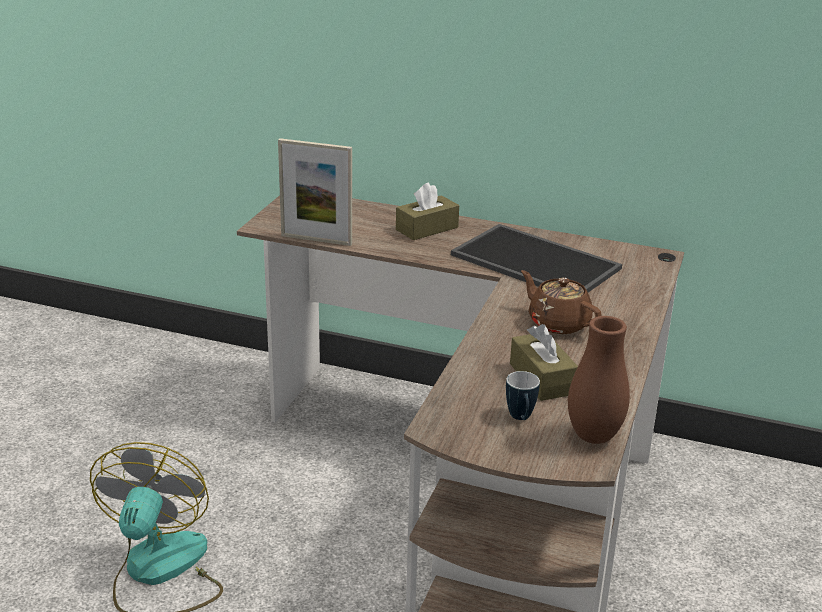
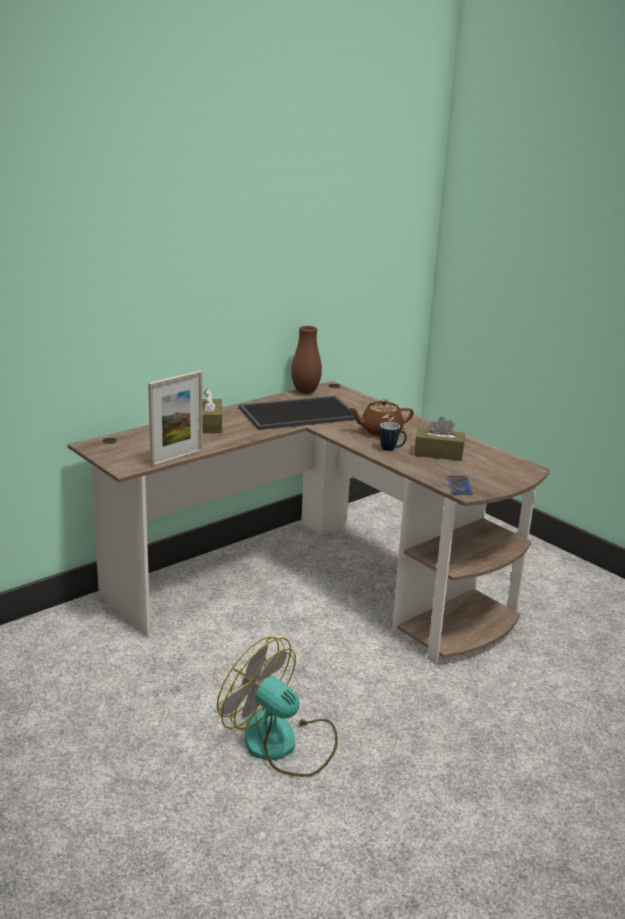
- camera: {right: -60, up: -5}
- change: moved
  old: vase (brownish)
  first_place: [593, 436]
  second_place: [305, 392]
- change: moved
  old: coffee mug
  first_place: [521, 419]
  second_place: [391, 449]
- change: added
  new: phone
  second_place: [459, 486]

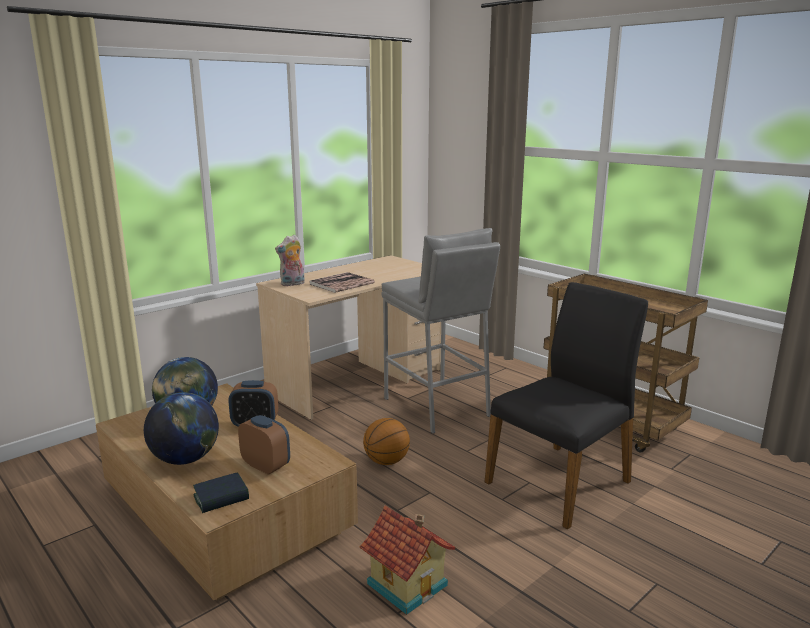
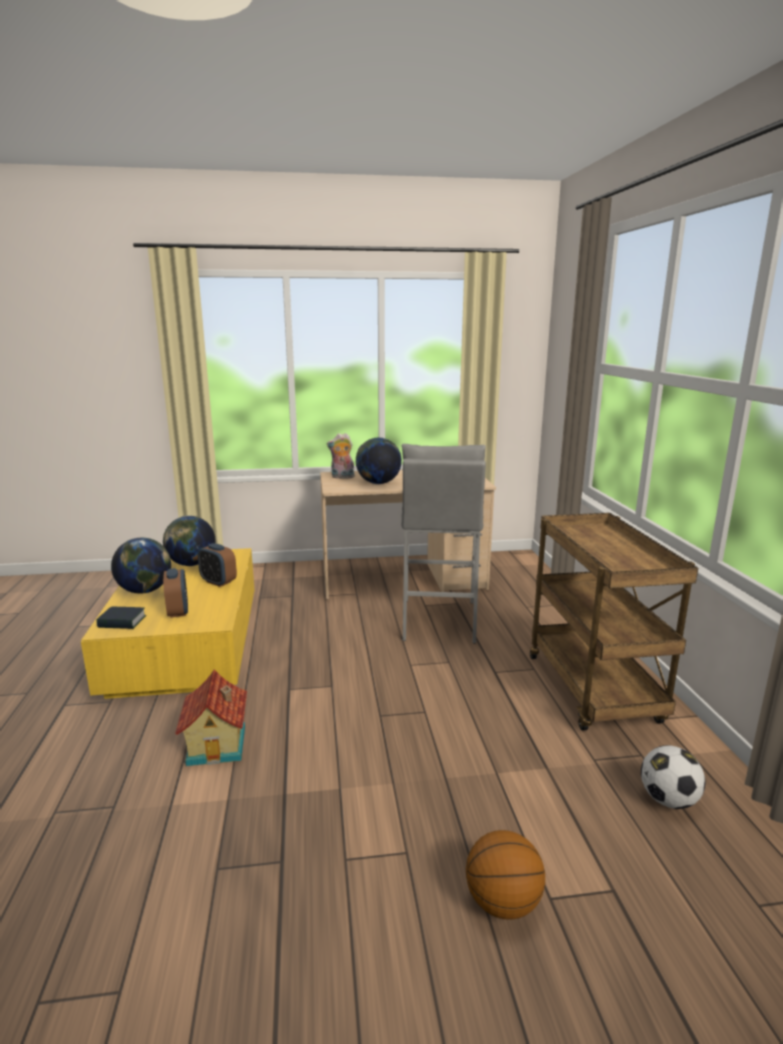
- camera: {right: 35, up: 0}
- change: recoloured
  old: low table (brownish)
  new: low table (yellow-coloured)
  first_place: [224, 510]
  second_place: [187, 643]
- change: replaced
  old: book
  new: globe
  first_place: [341, 283]
  second_place: [378, 483]
- change: moved
  old: basketball ball
  first_place: [386, 461]
  second_place: [502, 902]
- change: added
  new: football ball
  second_place: [668, 800]
- change: removed
  old: upright chair (blackish)
  first_place: [560, 482]

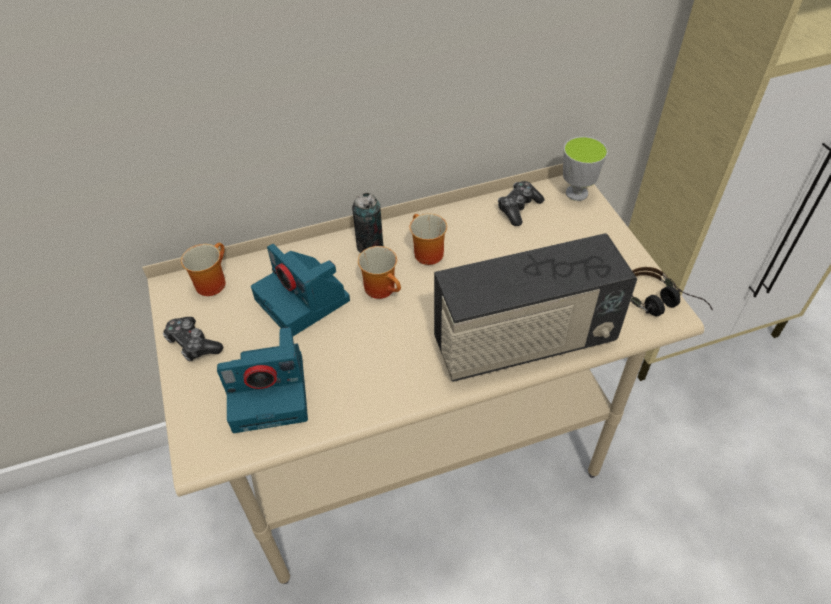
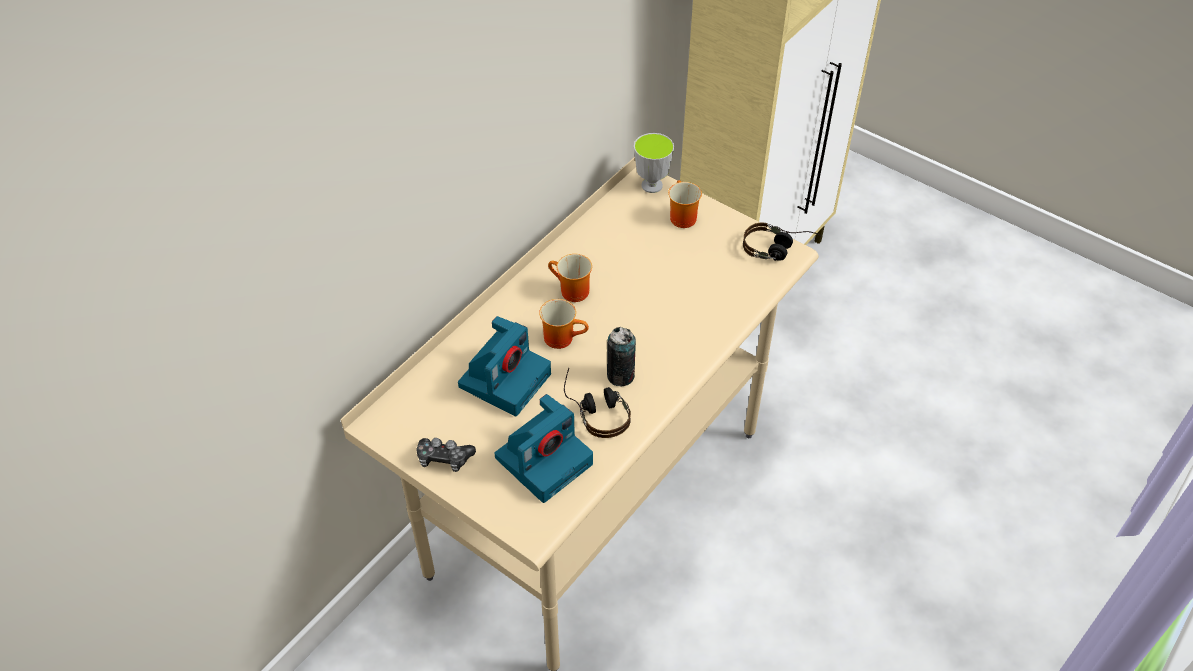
- camera: {right: -35, up: 0}
- change: turned
  old: photo camera
  first_place: [304, 300]
  second_place: [505, 378]
  degrees: -75
- change: added
  new: headset
  second_place: [596, 409]
- change: moved
  old: sealed can
  first_place: [370, 246]
  second_place: [620, 376]
- change: moved
  old: coffee mug
  first_place: [211, 281]
  second_place: [680, 217]
- change: removed
  old: radio
  first_place: [524, 343]
- change: removed
  old: gamepad
  first_place: [518, 208]

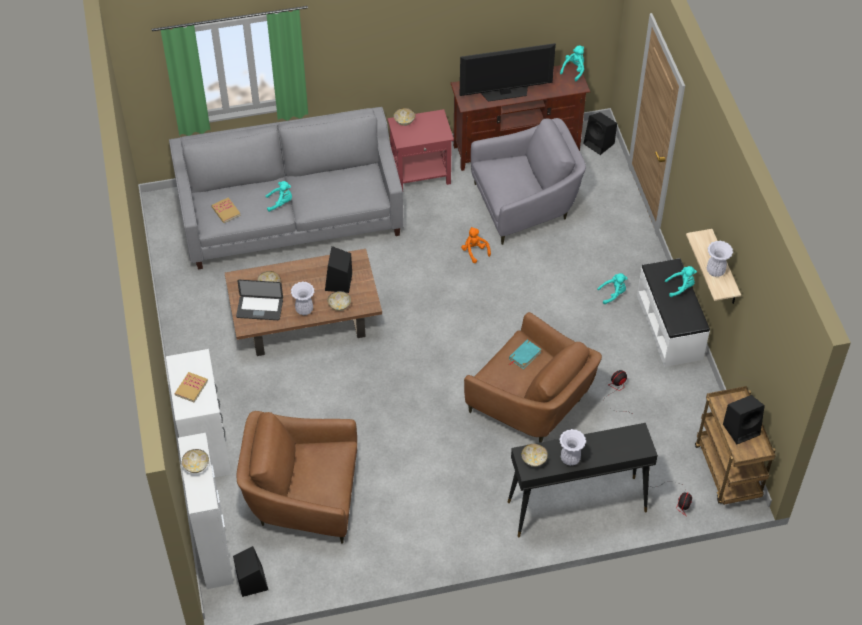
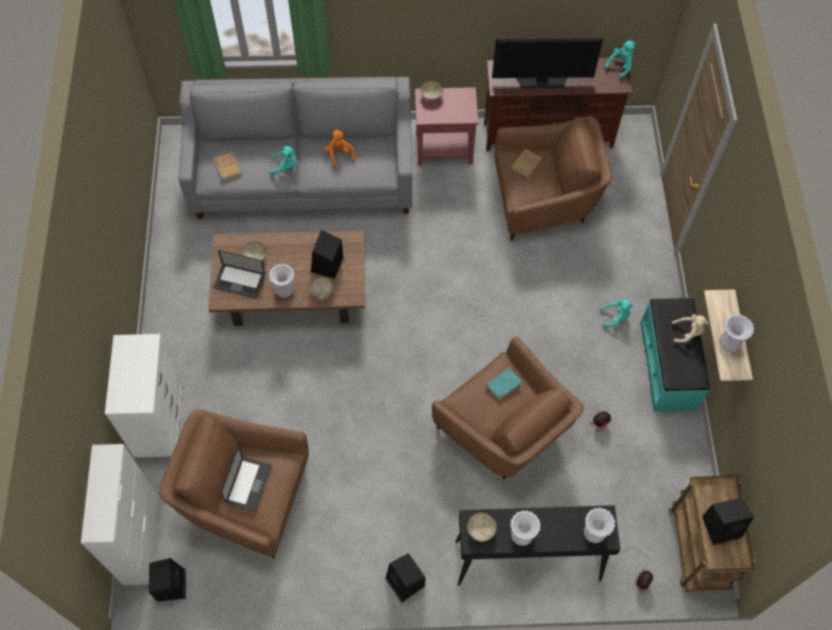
- camera: {right: 10, up: 10}
- change: added
  new: notebook computer
  second_place: [249, 484]
- change: moved
  old: plush toy (orange)
  first_place: [474, 251]
  second_place: [339, 155]
- change: moved
  old: loudspeaker (blackish)
  first_place: [599, 144]
  second_place: [406, 583]
- change: recoloured
  old: lounge chair (gray)
  new: lounge chair (brownish)
  first_place: [525, 204]
  second_place: [544, 199]
- change: moved
  old: book
  first_place: [191, 388]
  second_place: [526, 164]
- change: added
  new: vase (white-coloured)
  second_place: [593, 533]
- change: recoloured
  old: long seat (white-coloured)
  new: long seat (turquoise-coloured)
  first_place: [670, 327]
  second_place: [668, 365]
- change: recoloured
  old: plush toy (turquoise-coloured)
  new: plush toy (beige-coloured)
  first_place: [681, 287]
  second_place: [688, 332]
- change: removed
  old: serving bowl
  first_place: [196, 466]

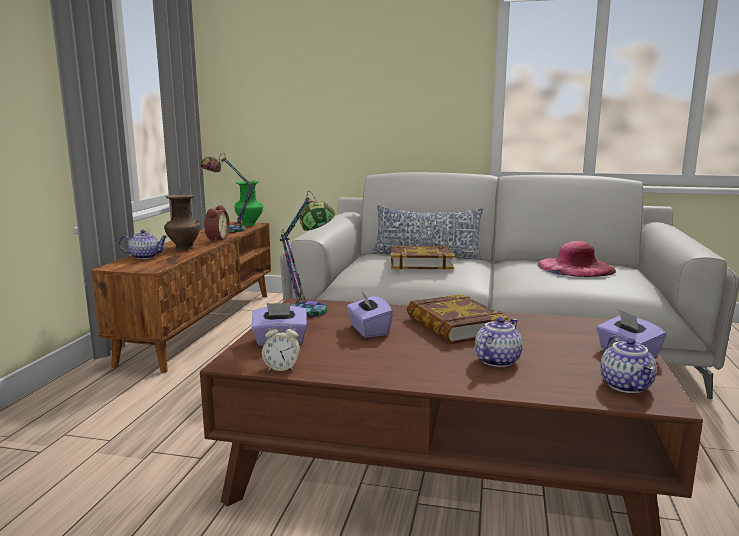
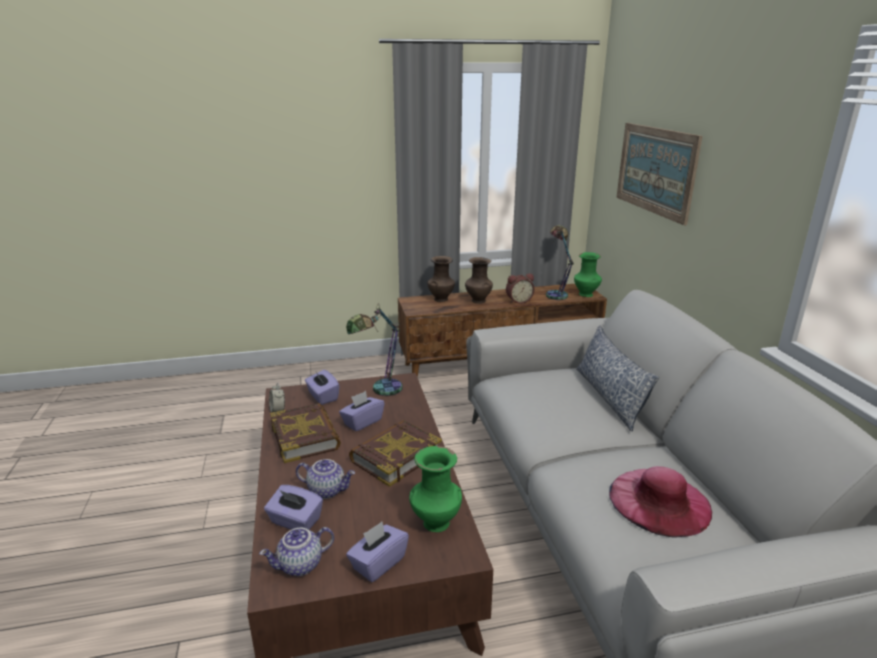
- camera: {right: 65, up: 10}
- change: added
  new: tissue holder (purplish)
  second_place: [295, 521]
- change: moved
  old: book
  first_place: [421, 263]
  second_place: [305, 437]
- change: added
  new: vase (green)
  second_place: [435, 523]
- change: replaced
  old: pot for tea
  new: vase (brownish)
  first_place: [145, 257]
  second_place: [441, 299]
- change: added
  new: picture
  second_place: [655, 170]

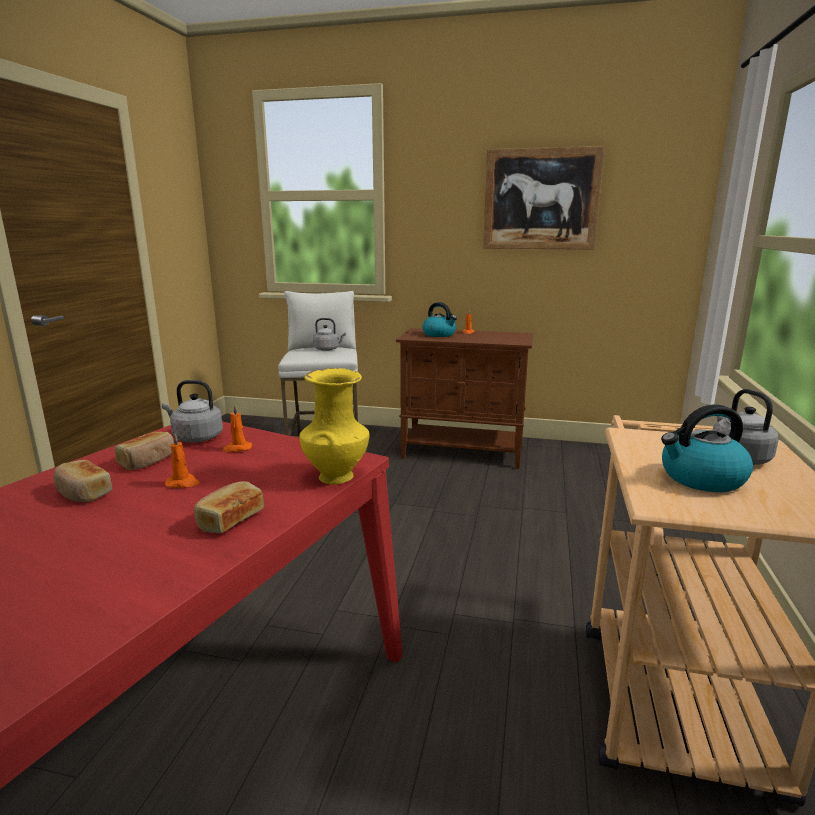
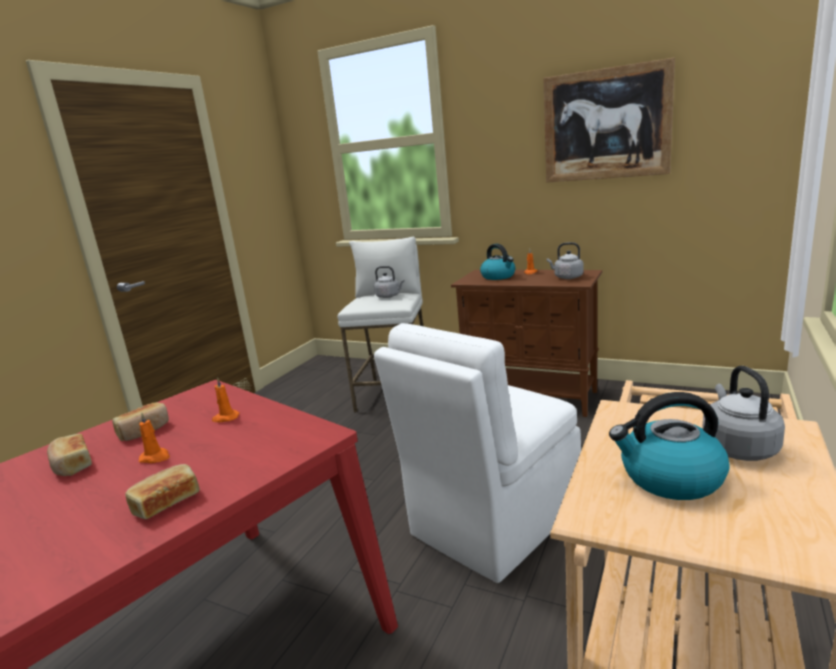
- camera: {right: 15, up: 0}
- change: added
  new: upright chair (white-coloured)
  second_place: [492, 522]
- change: moved
  old: kettle (gray)
  first_place: [195, 438]
  second_place: [567, 277]
- change: removed
  old: vase (yellow-coloured)
  first_place: [336, 476]

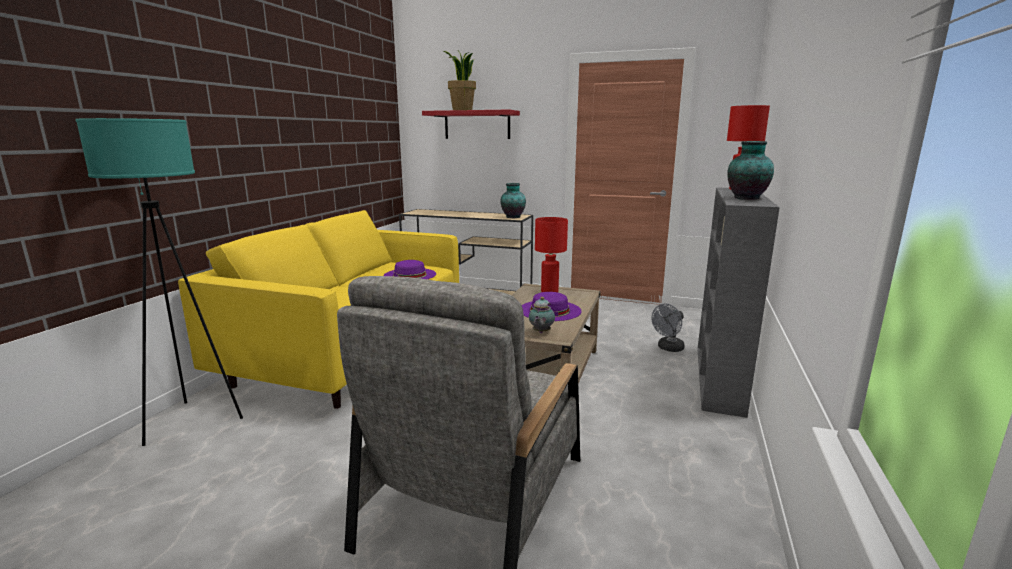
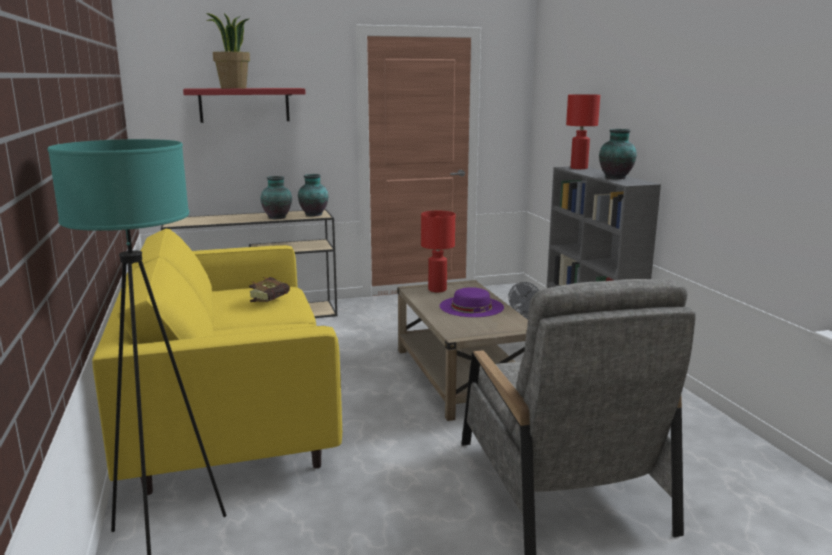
- camera: {right: -35, up: 0}
- change: replaced
  old: clothing hat (purplish)
  new: book
  first_place: [410, 275]
  second_place: [272, 301]
- change: added
  new: vase
  second_place: [278, 217]
- change: removed
  old: pot for tea
  first_place: [540, 332]

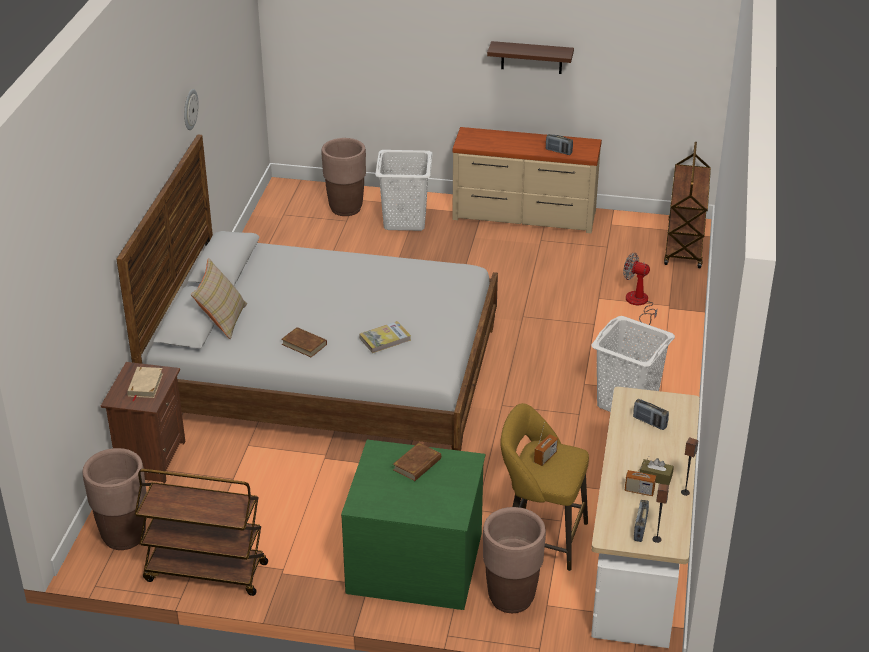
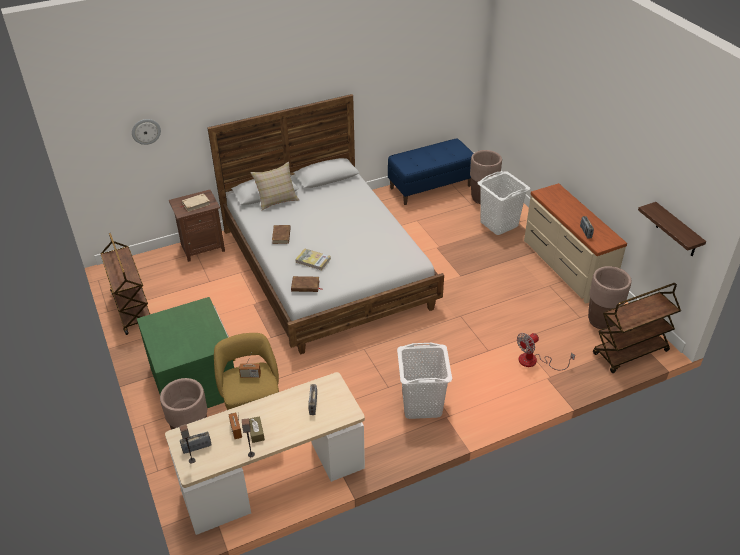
- camera: {right: 55, up: 5}
- change: moved
  old: wall clock
  first_place: [189, 109]
  second_place: [146, 131]
- change: moved
  old: book (brownish)
  first_place: [417, 464]
  second_place: [305, 286]
- change: added
  new: long seat (blue-coloured)
  second_place: [430, 186]
- change: turned
  old: fan
  first_place: [639, 304]
  second_place: [534, 361]
  degrees: -120
- change: moved
  old: plant pot (brownish)
  first_place: [124, 536]
  second_place: [601, 321]
- change: moved
  old: bracket shelf
  first_place: [531, 57]
  second_place: [677, 231]

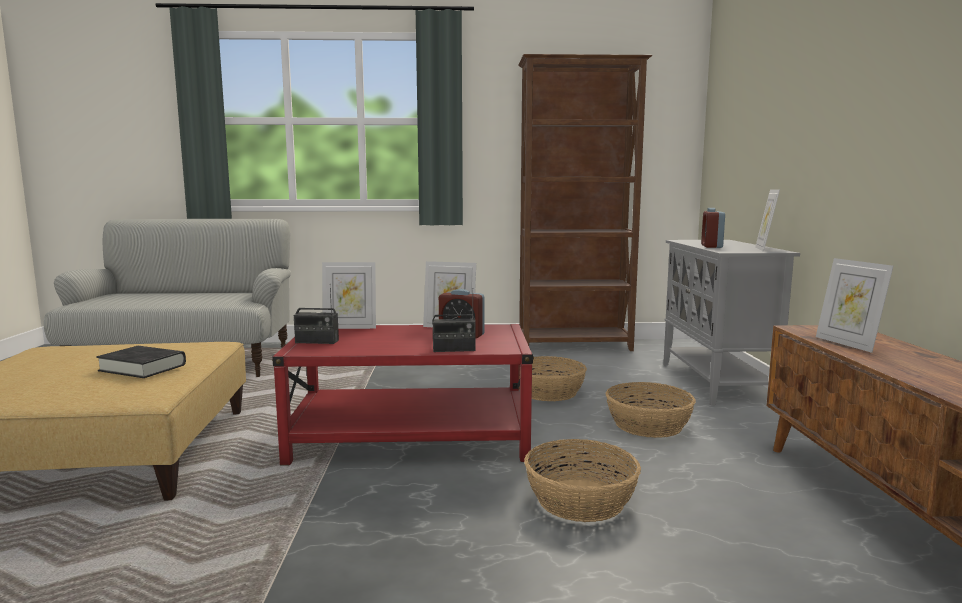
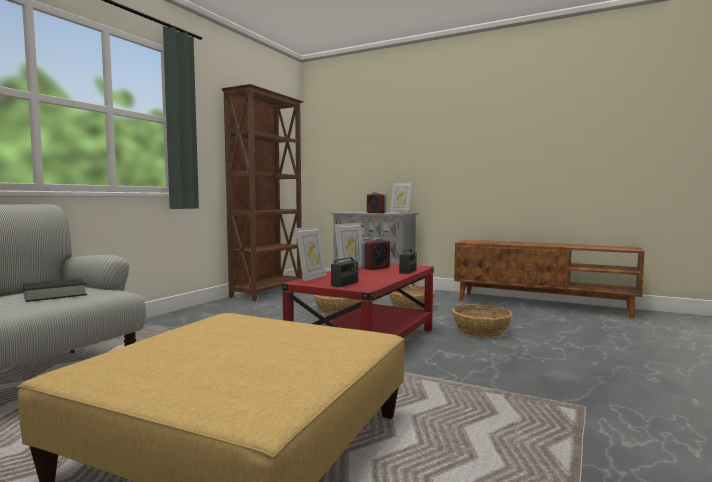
- camera: {right: -60, up: -5}
- change: moved
  old: book (blackish)
  first_place: [142, 368]
  second_place: [55, 295]
- change: removed
  old: standing frame
  first_place: [847, 344]

